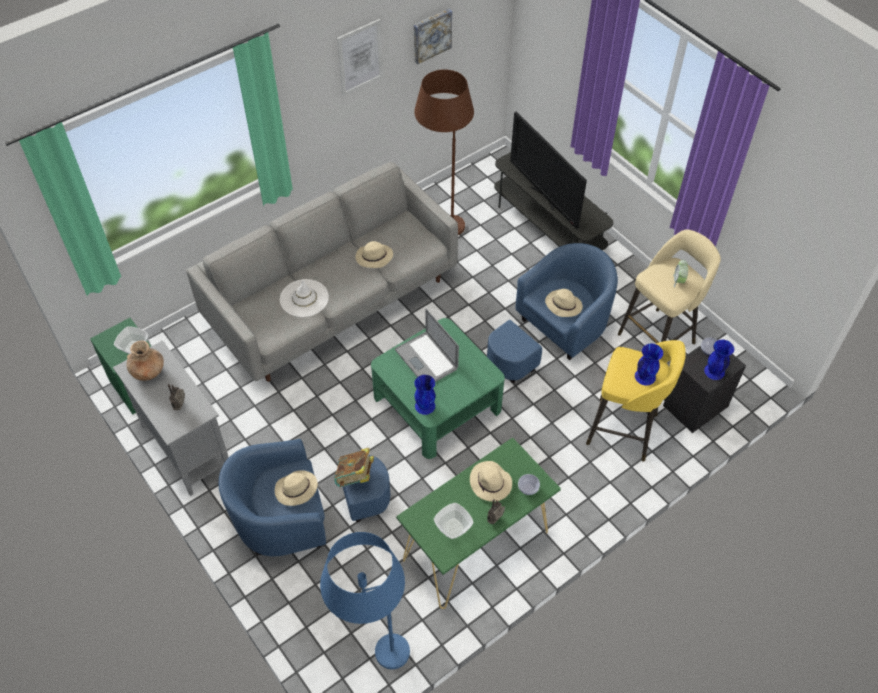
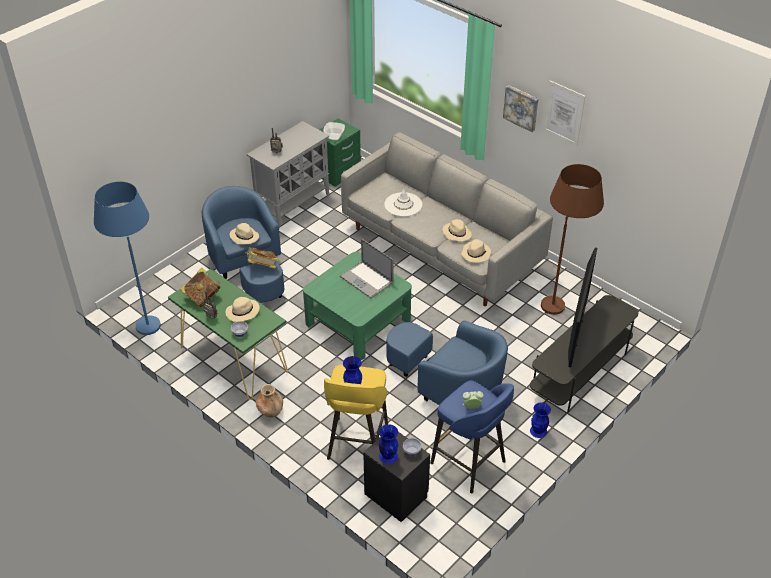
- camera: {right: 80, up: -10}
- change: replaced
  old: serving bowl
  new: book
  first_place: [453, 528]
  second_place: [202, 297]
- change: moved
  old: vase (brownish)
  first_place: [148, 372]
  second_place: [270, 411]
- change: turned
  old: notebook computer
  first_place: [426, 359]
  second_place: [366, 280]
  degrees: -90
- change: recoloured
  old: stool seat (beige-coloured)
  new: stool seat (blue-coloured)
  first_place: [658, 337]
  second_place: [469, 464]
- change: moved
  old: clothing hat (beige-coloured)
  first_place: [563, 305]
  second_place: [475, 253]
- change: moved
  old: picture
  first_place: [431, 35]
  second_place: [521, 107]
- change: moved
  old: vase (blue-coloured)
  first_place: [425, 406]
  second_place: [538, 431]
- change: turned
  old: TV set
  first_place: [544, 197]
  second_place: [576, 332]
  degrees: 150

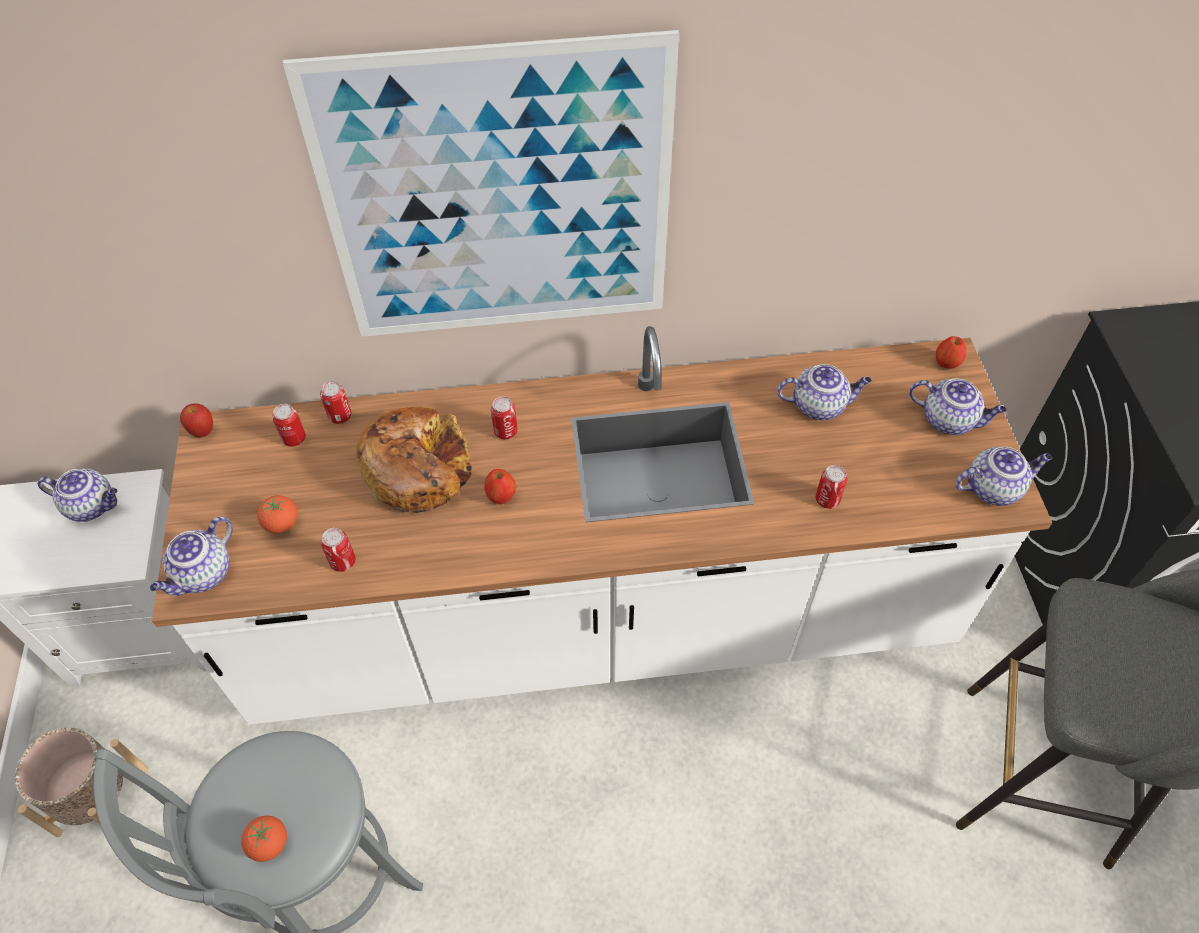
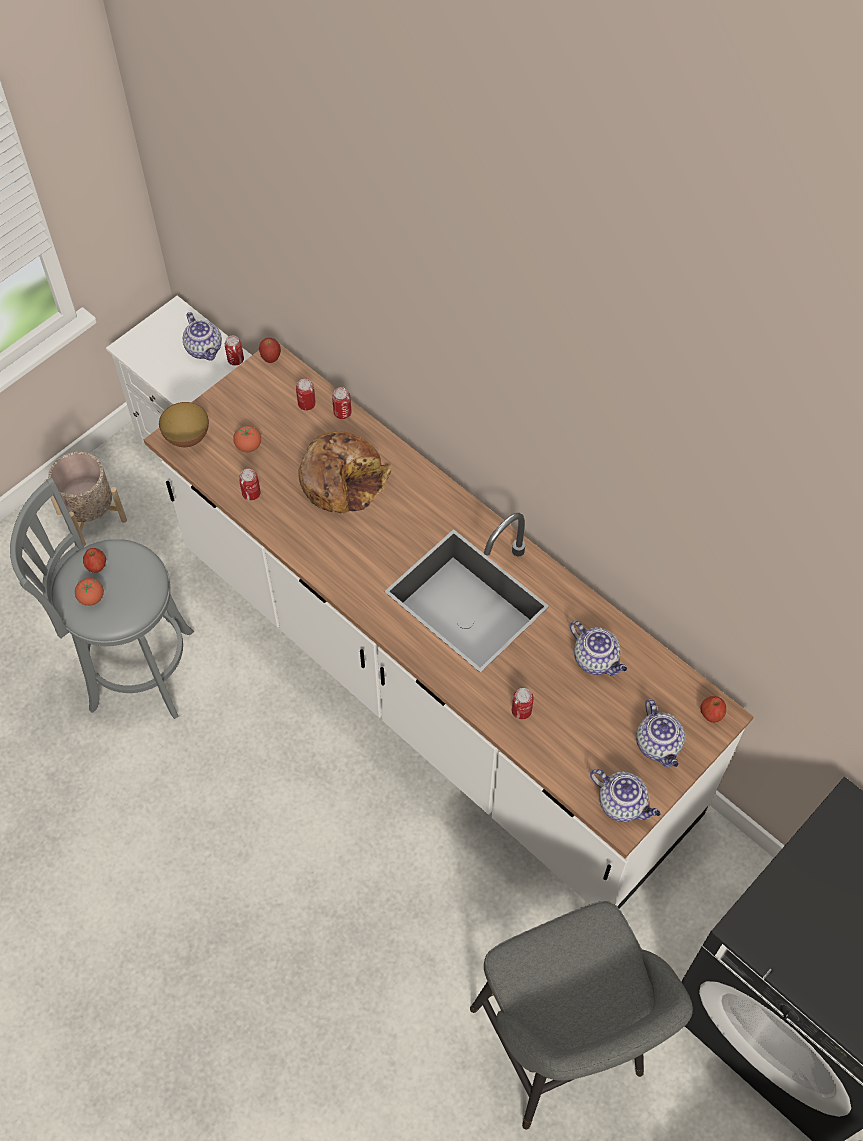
- camera: {right: 50, up: 5}
- change: moved
  old: whole apple
  first_place: [501, 496]
  second_place: [97, 567]
- change: replaced
  old: pot for tea
  new: serving bowl
  first_place: [203, 574]
  second_place: [187, 438]
- change: moved
  old: sealed can
  first_place: [505, 431]
  second_place: [235, 360]
- change: removed
  old: picture
  first_place: [499, 200]

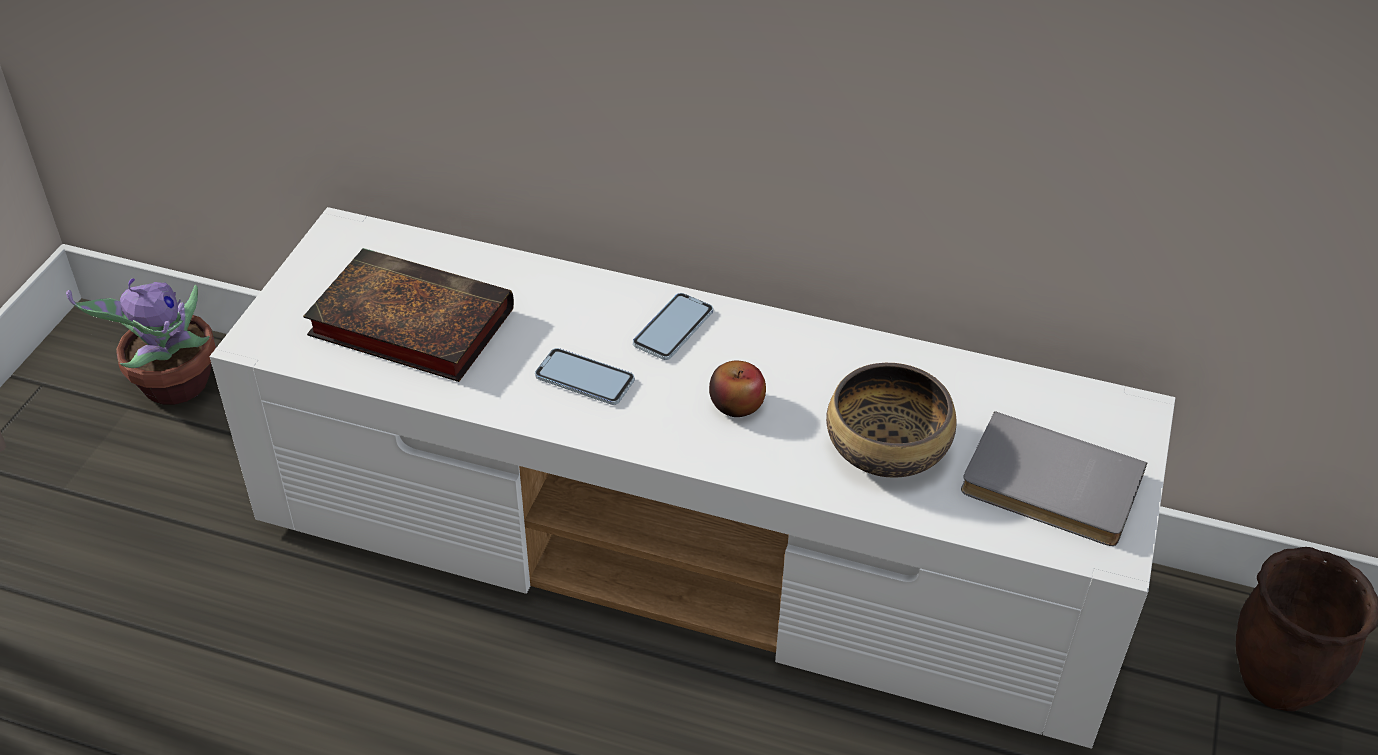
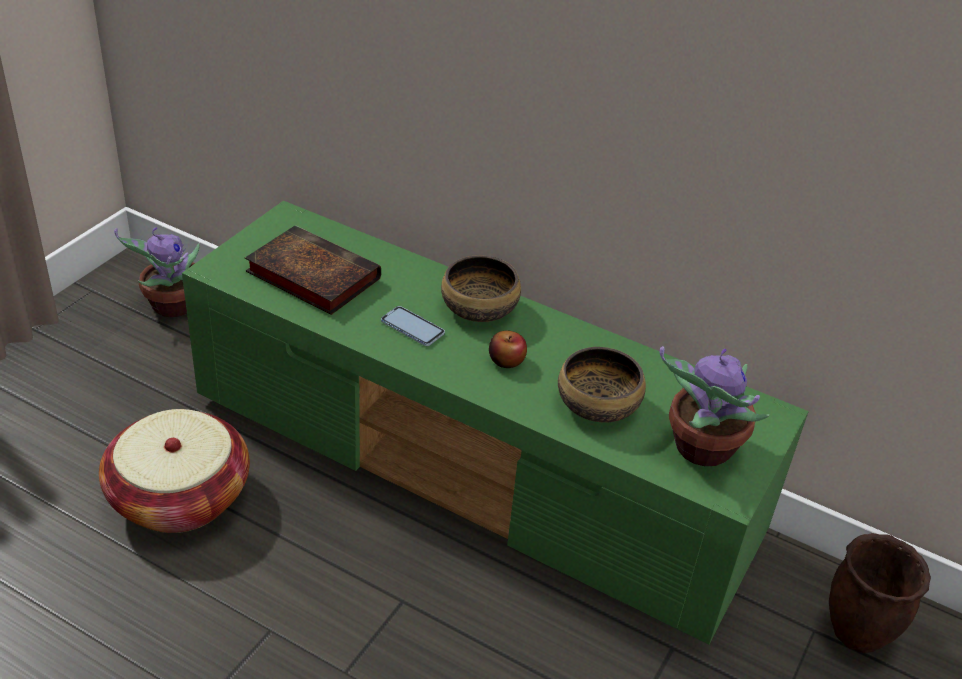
- camera: {right: 10, up: -5}
- change: added
  new: storage basket
  second_place: [179, 497]
- change: recoloured
  old: tv stand (white-coloured)
  new: tv stand (green)
  first_place: [691, 549]
  second_place: [474, 467]
- change: replaced
  old: phone
  new: serving bowl
  first_place: [673, 328]
  second_place: [480, 308]
- change: replaced
  old: book (gray)
  new: potted plant
  first_place: [1049, 487]
  second_place: [701, 449]

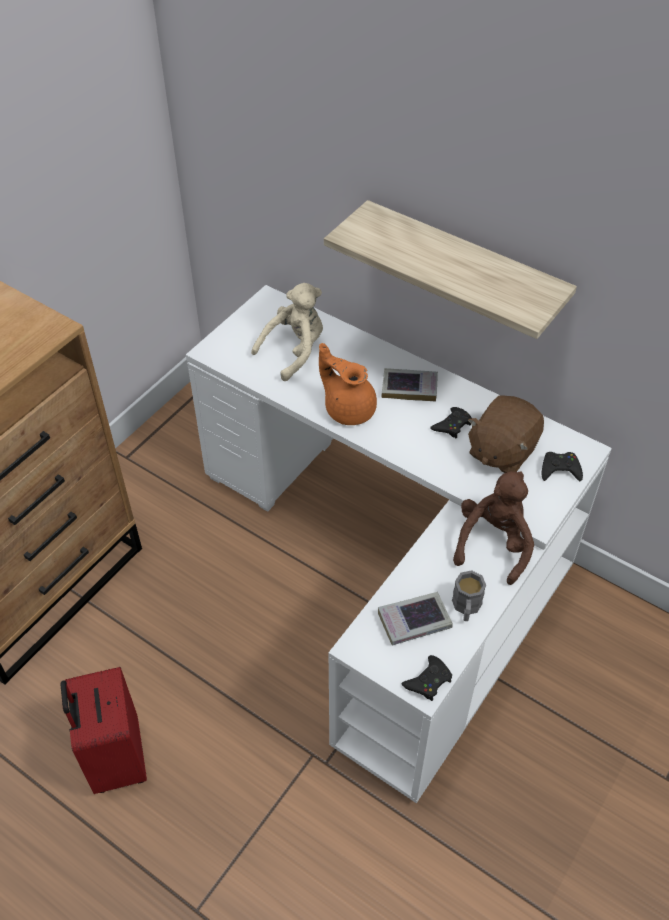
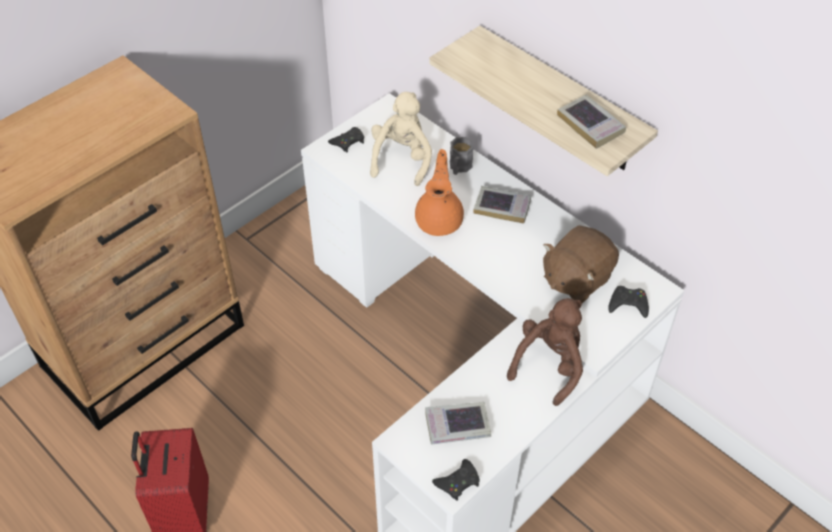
- camera: {right: 10, up: 0}
- change: moved
  old: gamepad (blackish)
  first_place: [452, 425]
  second_place: [348, 142]
- change: turned
  old: plush toy (beige-coloured)
  first_place: [294, 351]
  second_place: [402, 159]
  degrees: -45
- change: turned
  old: pot for tea (orange)
  first_place: [348, 408]
  second_place: [440, 219]
  degrees: 45
- change: moved
  old: coffee mug (gray)
  first_place: [466, 607]
  second_place: [459, 168]
- change: added
  new: book
  second_place: [590, 125]

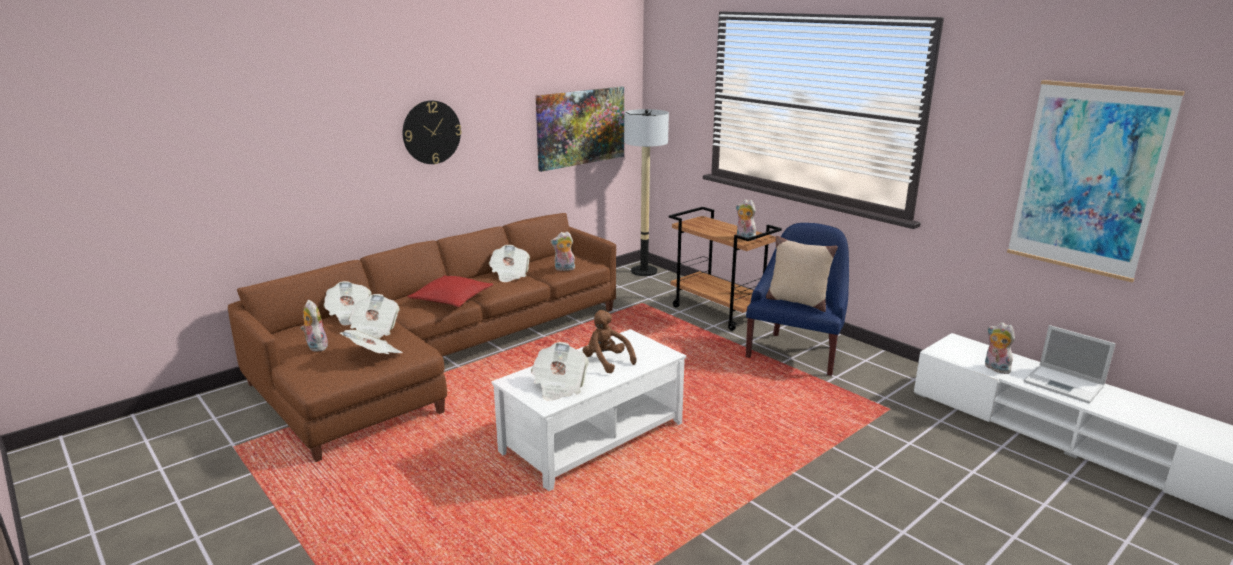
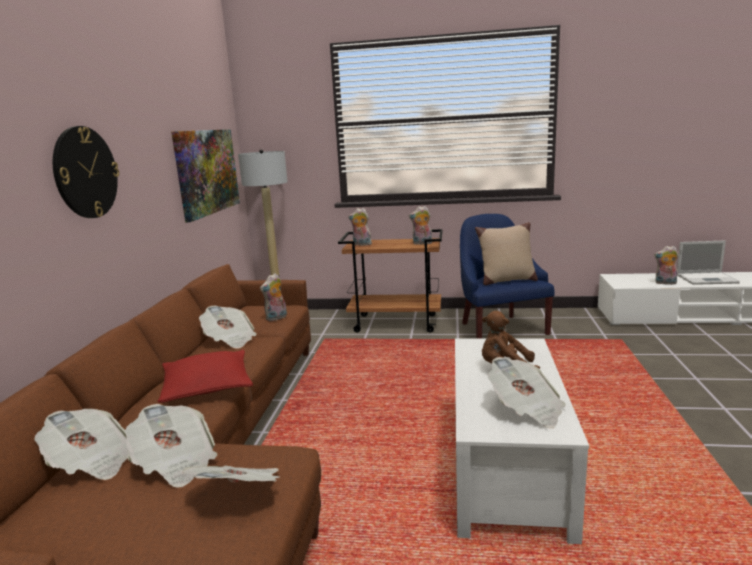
- camera: {right: -40, up: -5}
- change: moved
  old: plush toy
  first_place: [315, 346]
  second_place: [361, 244]
- change: removed
  old: picture
  first_place: [1087, 179]

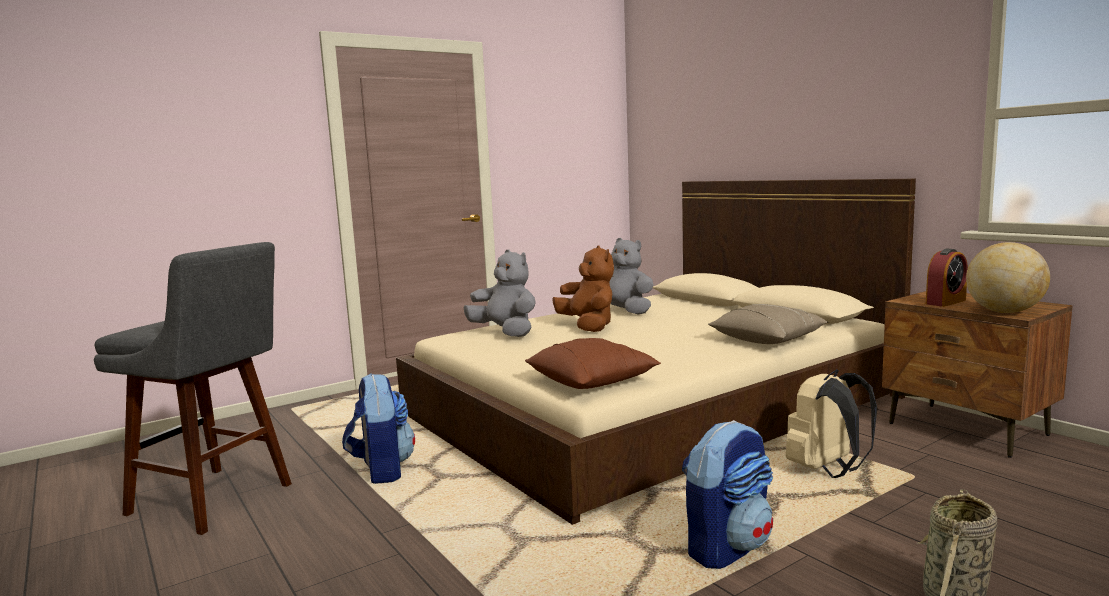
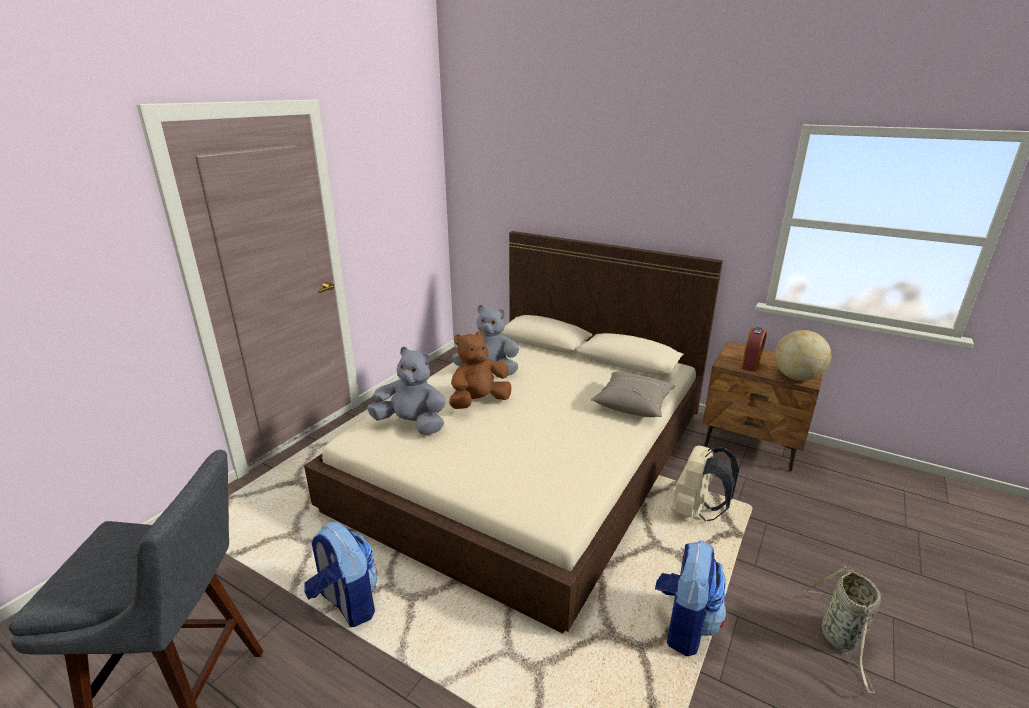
- camera: {right: -25, up: 15}
- change: turned
  old: plush toy (brownish)
  first_place: [588, 326]
  second_place: [479, 402]
  degrees: -75
- change: removed
  old: throw pillow (brownish)
  first_place: [592, 380]

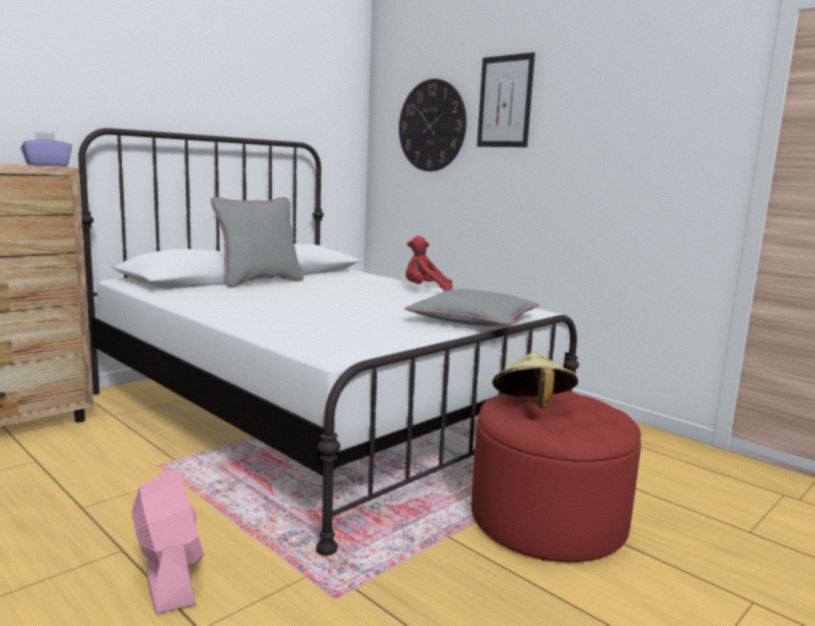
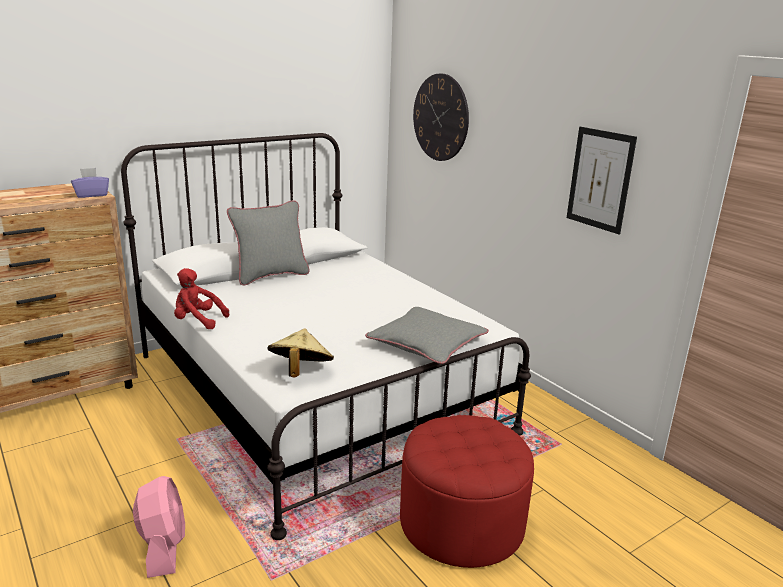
- camera: {right: 10, up: 10}
- change: moved
  old: plush toy (reddish)
  first_place: [425, 290]
  second_place: [197, 321]
- change: moved
  old: clothing hat (beige-coloured)
  first_place: [532, 407]
  second_place: [300, 372]
- change: moved
  old: picture
  first_place: [505, 101]
  second_place: [600, 179]

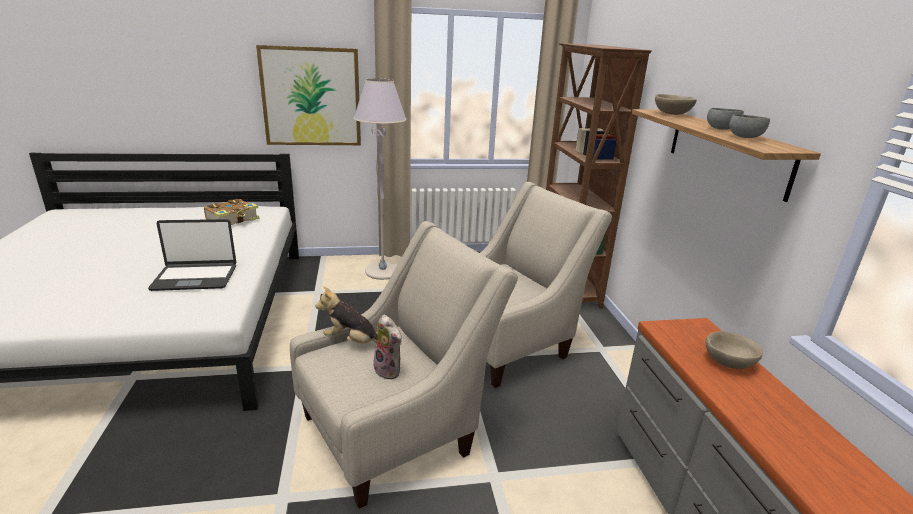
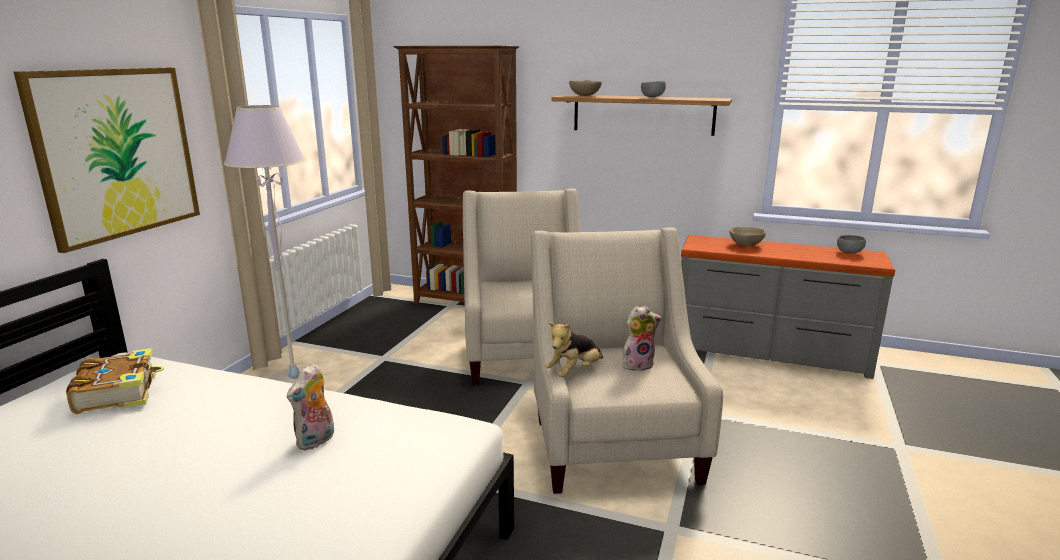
- camera: {right: -60, up: -5}
- change: replaced
  old: notebook computer
  new: plush toy
  first_place: [195, 277]
  second_place: [316, 441]
- change: moved
  old: serving bowl (gray)
  first_place: [745, 137]
  second_place: [849, 253]

